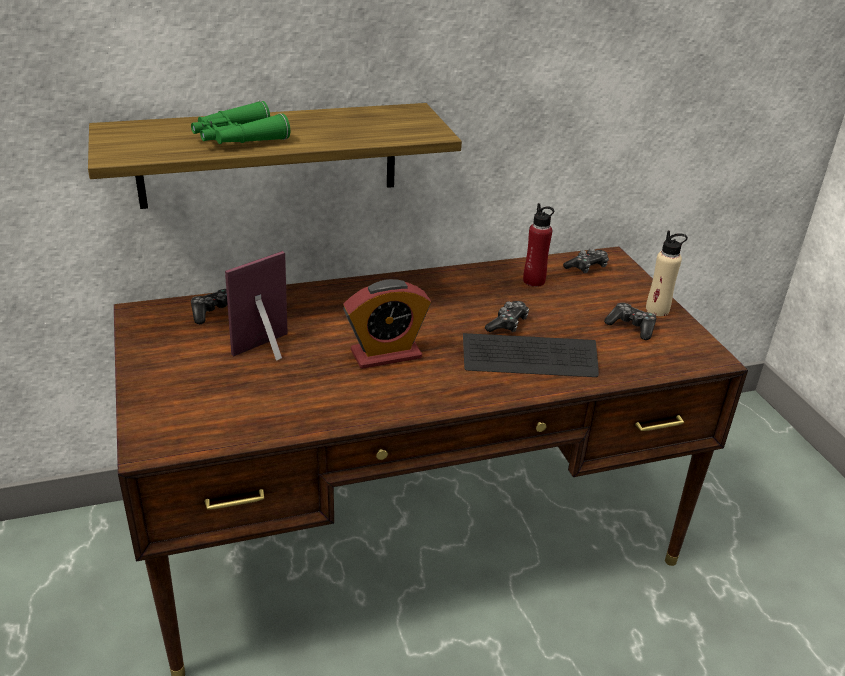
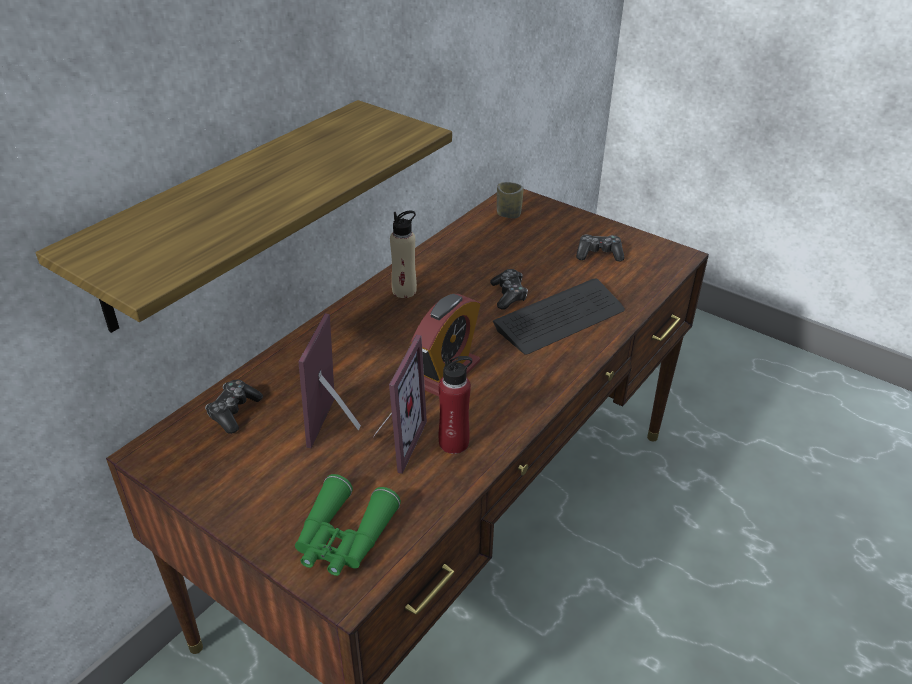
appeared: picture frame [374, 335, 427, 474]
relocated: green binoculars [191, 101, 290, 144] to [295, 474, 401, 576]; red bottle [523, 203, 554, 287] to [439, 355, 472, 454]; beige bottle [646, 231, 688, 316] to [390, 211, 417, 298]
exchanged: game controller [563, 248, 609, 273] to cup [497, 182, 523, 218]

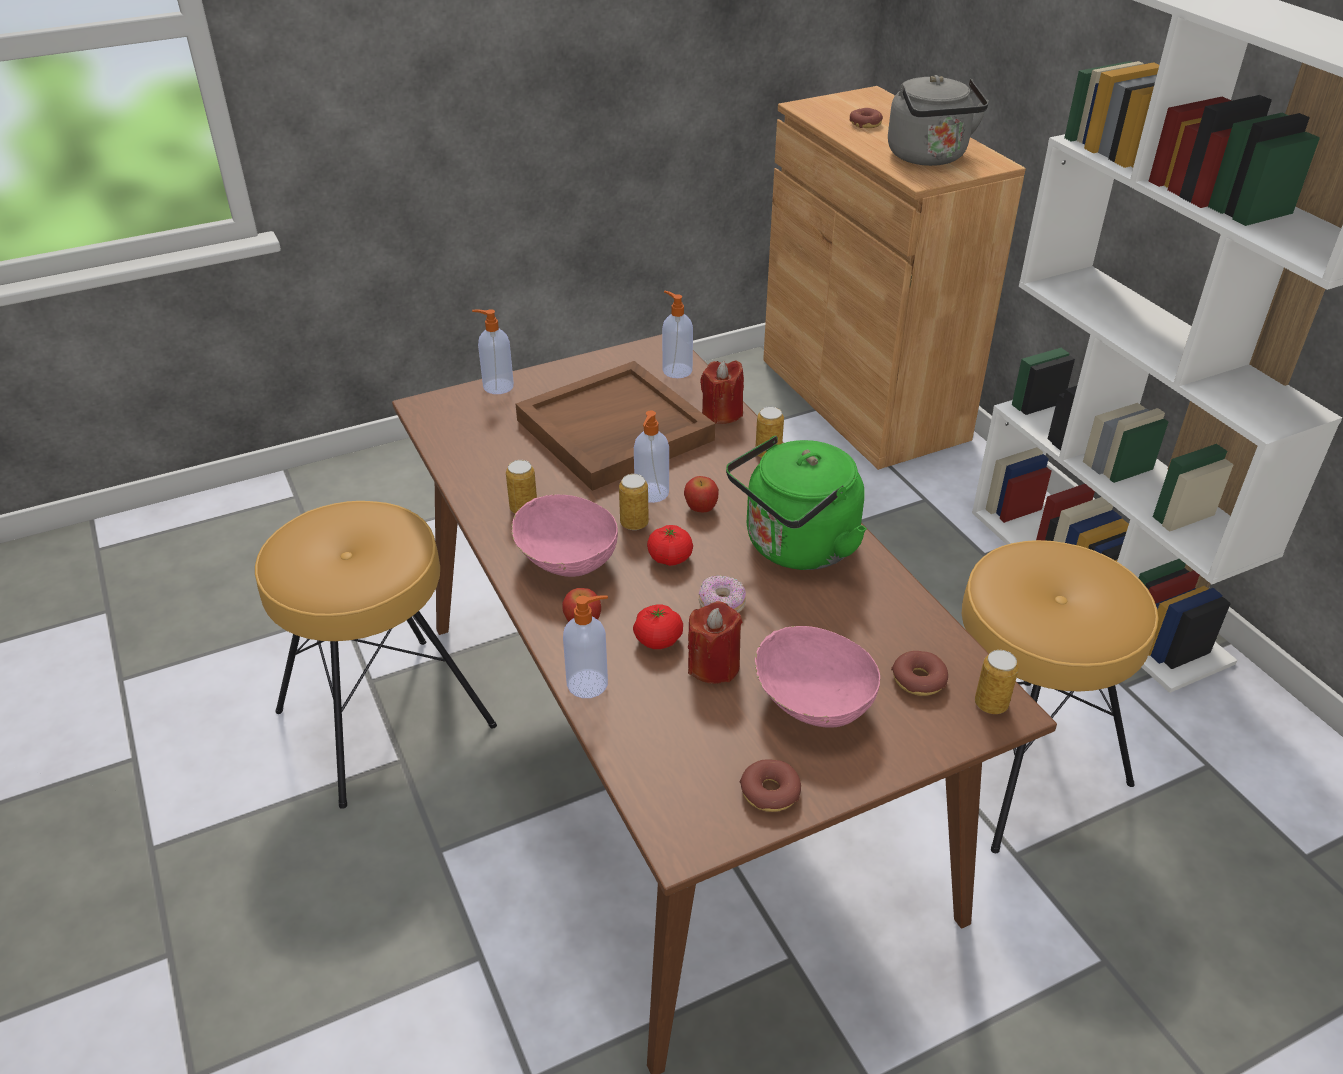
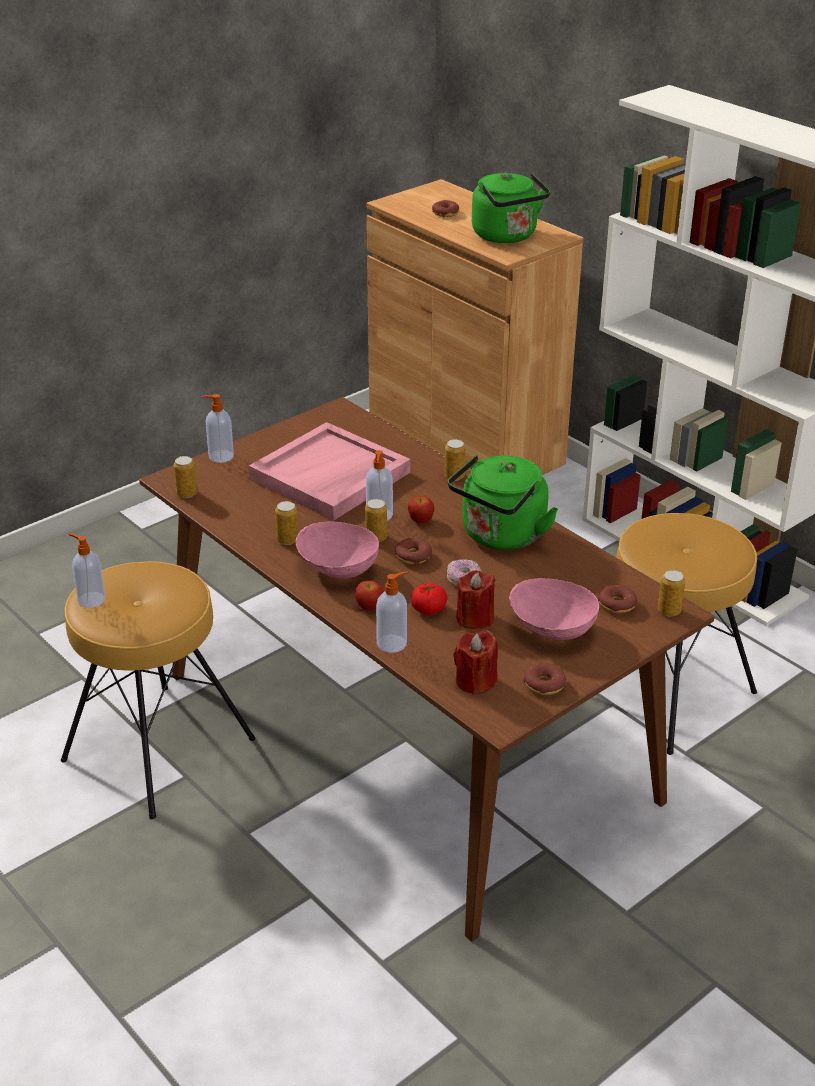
appeared: can [173, 456, 197, 498]
relocated: soap dispenser [662, 291, 693, 378] to [69, 534, 105, 608]; red candle [700, 360, 744, 424] to [453, 630, 498, 695]
exchanged: tomato [647, 525, 693, 566] to donut [395, 538, 432, 564]
colour: grey kettle [888, 75, 989, 166] to green kettle [472, 173, 550, 243]; brown tray [516, 361, 715, 491] to pink tray [249, 422, 410, 520]

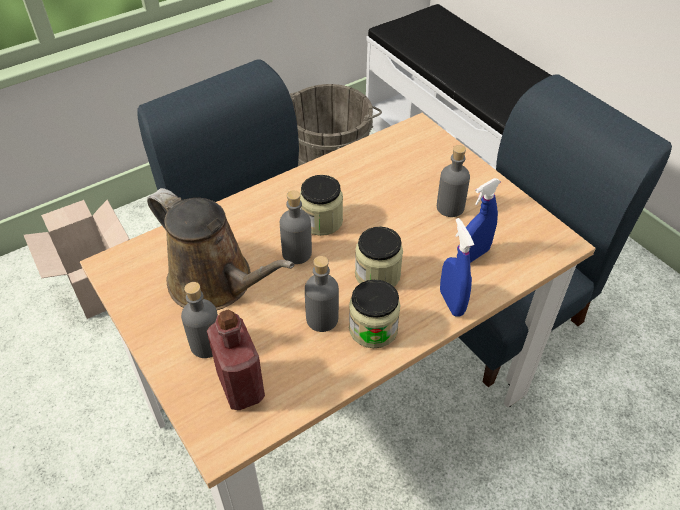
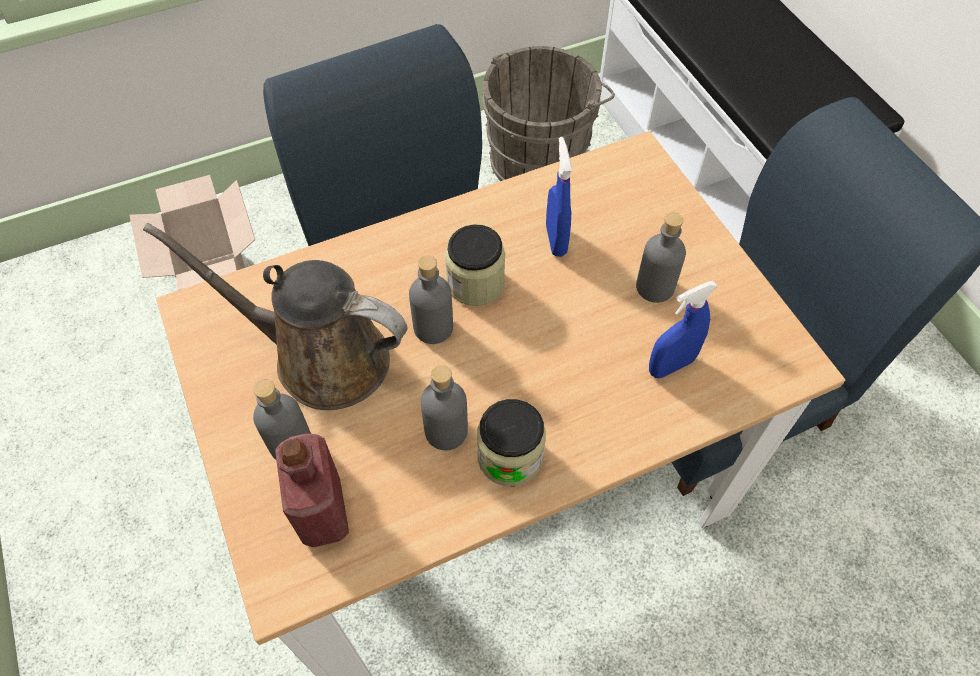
missing: jar [355, 226, 403, 286]
relocated: blue spray bottle [440, 218, 474, 317] to [546, 137, 572, 257]
spun: brown watering can [147, 188, 295, 310] = [143, 223, 408, 410] 150 degrees clockwise

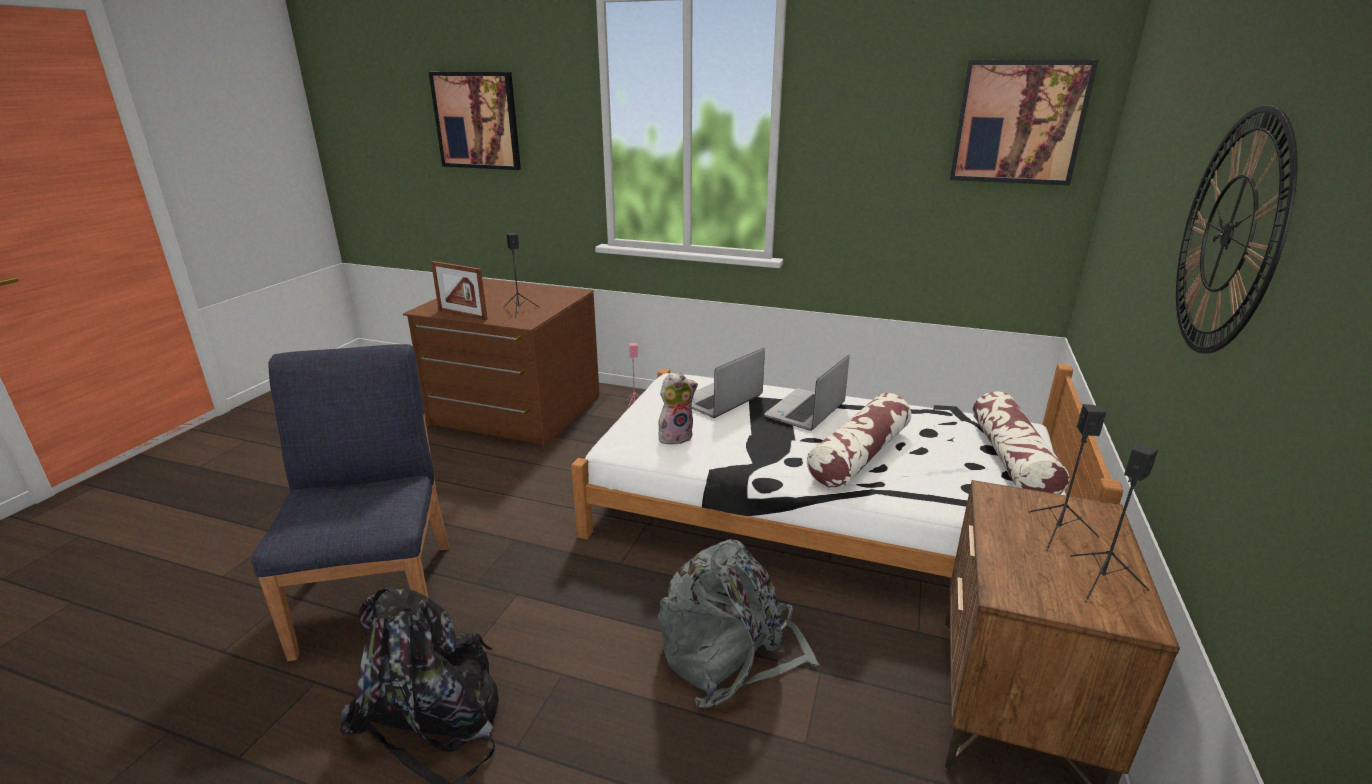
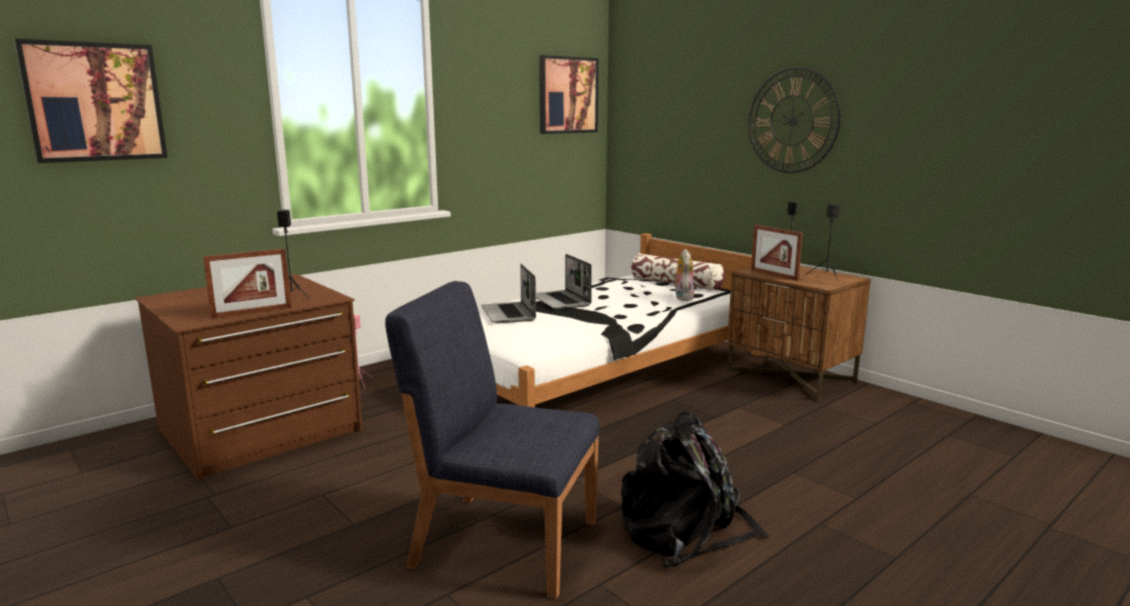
missing: pillow [807, 393, 911, 488]; grey backpack [658, 539, 820, 708]
appeared: picture frame [751, 225, 803, 281]
relocated: plush toy [658, 372, 698, 444] to [673, 249, 694, 301]

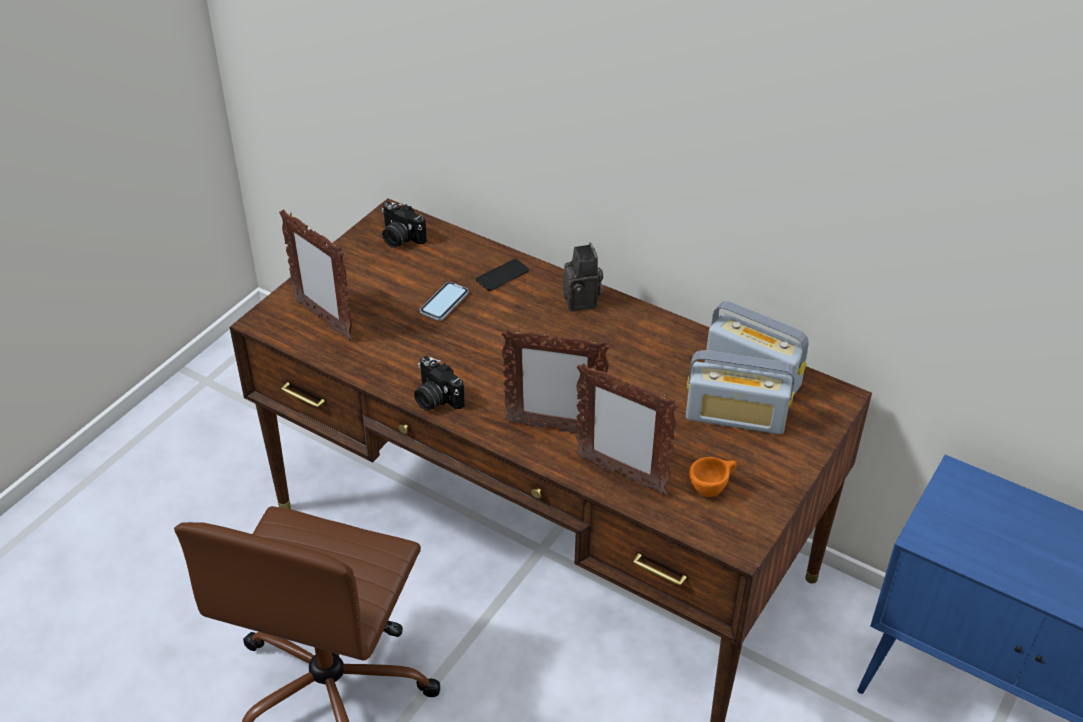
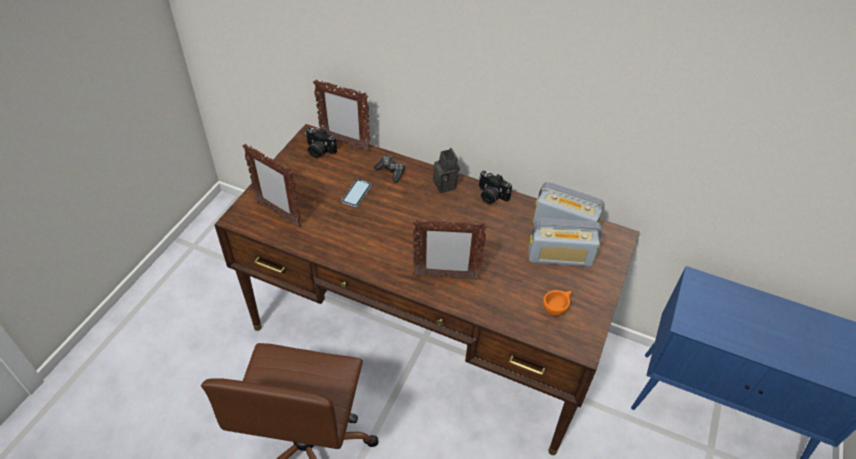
relocated: photo camera [414, 356, 465, 411] to [479, 171, 512, 204]; picture frame [576, 363, 678, 495] to [313, 79, 370, 151]
exchanged: phone [476, 259, 529, 291] to game controller [374, 155, 405, 182]

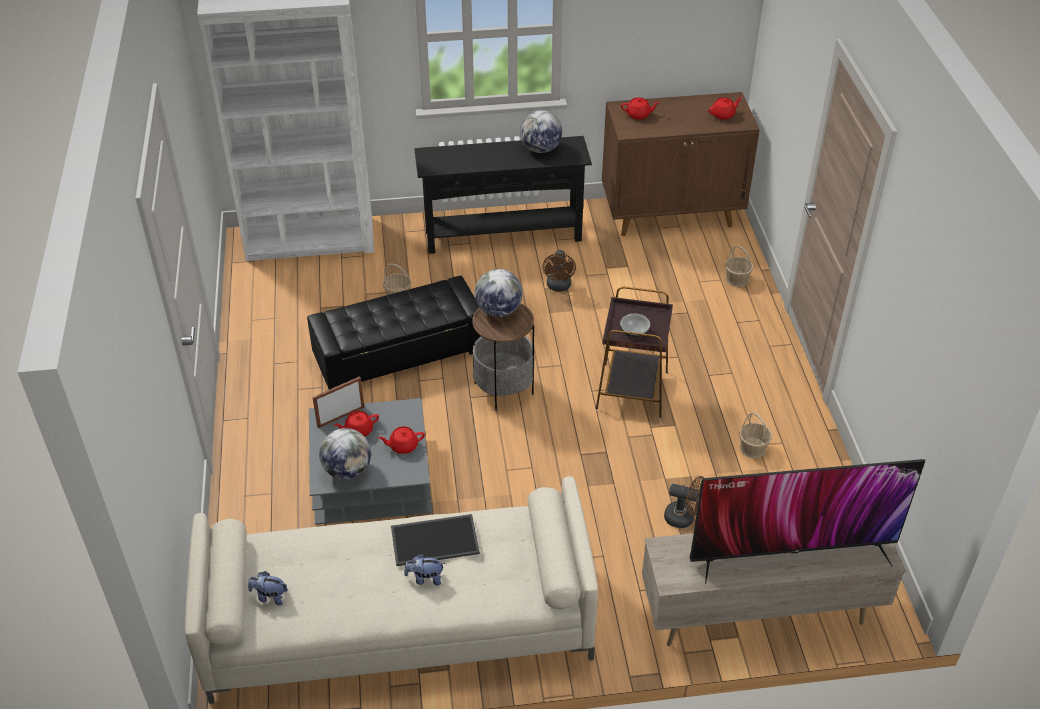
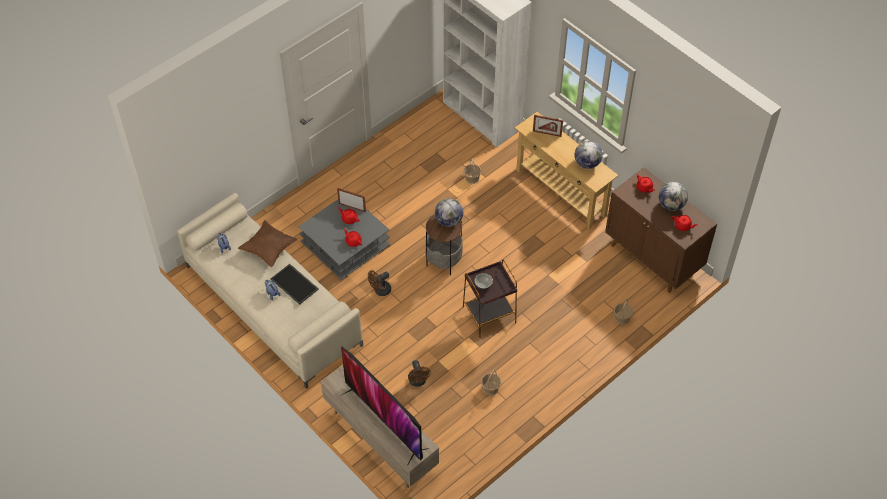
missing: black ottoman [307, 276, 481, 390]
appeared: picture frame [533, 115, 563, 137]; brown pillow [238, 220, 298, 267]
relocated: brown fan [542, 250, 576, 291] to [368, 270, 391, 296]; globe [319, 428, 371, 480] to [659, 182, 688, 211]
colour: black console table [414, 136, 592, 254] to beige console table [515, 112, 618, 229]

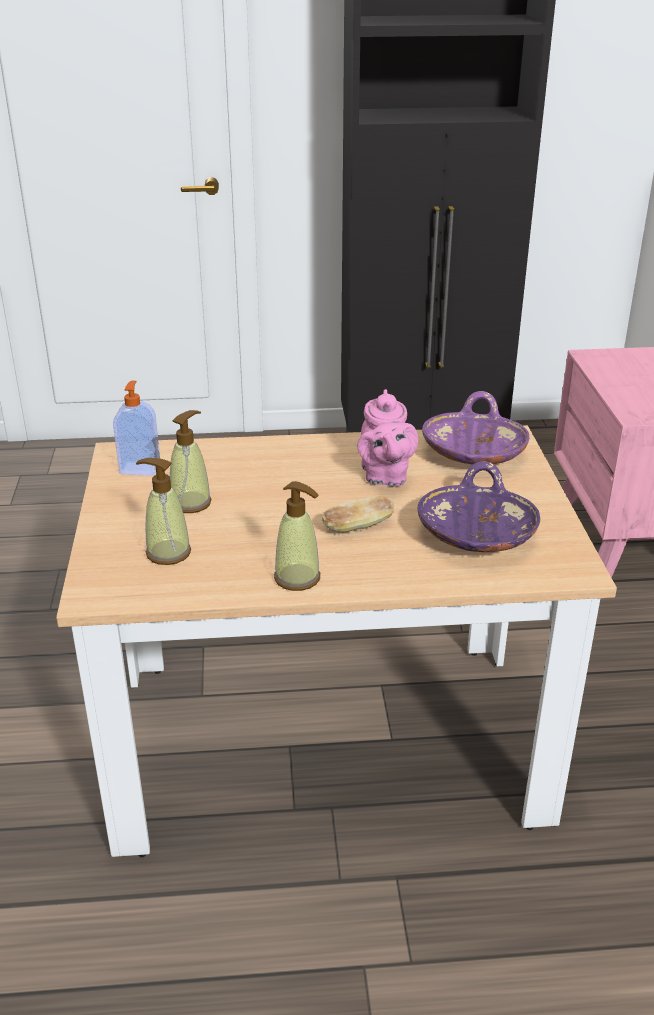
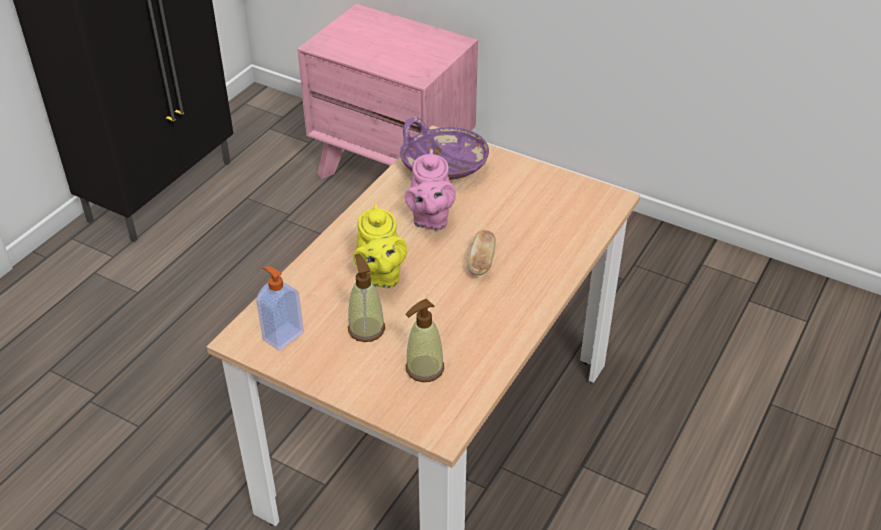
missing: purple bowl [418, 461, 540, 552]; soap dispenser [274, 481, 320, 591]
appeared: yellow teapot [353, 204, 407, 288]
spun: pink teapot [357, 389, 418, 487] = [405, 149, 456, 231] 60 degrees clockwise

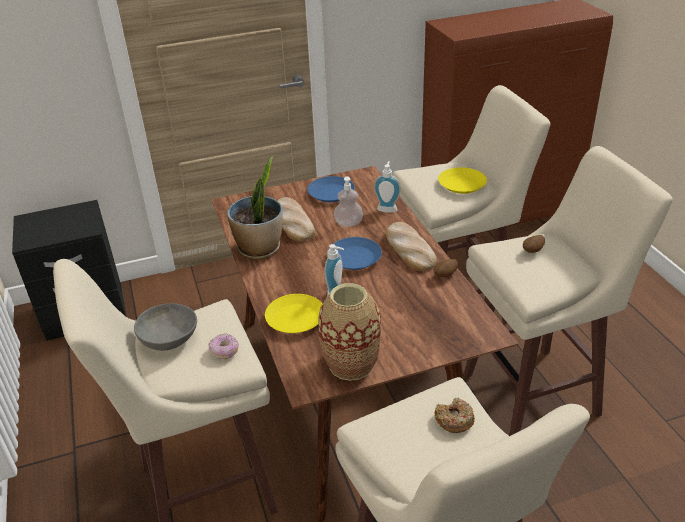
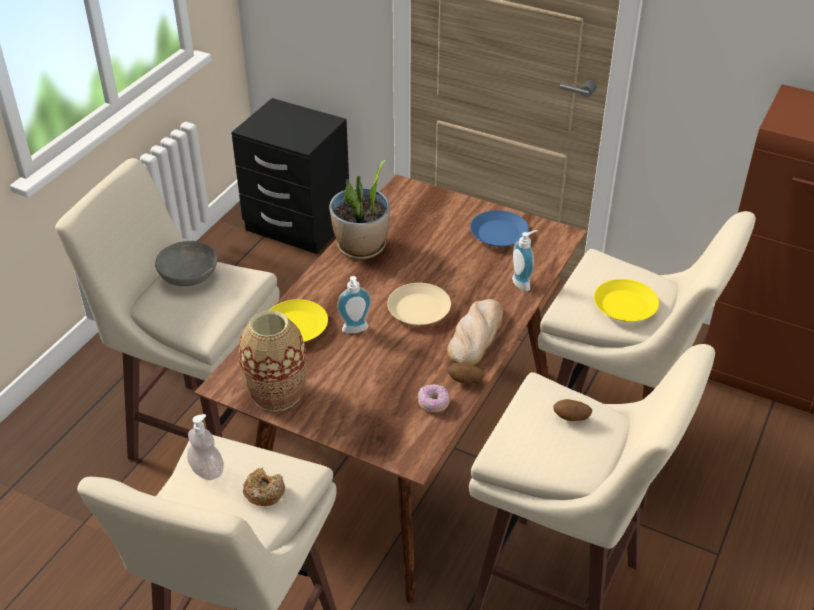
missing: bread [278, 197, 315, 242]
relocated: soap dispenser [334, 176, 363, 226] to [187, 414, 224, 480]; donut [209, 333, 239, 359] to [418, 384, 450, 412]
colour: blue plate [328, 237, 382, 270] to beige plate [387, 283, 451, 325]

